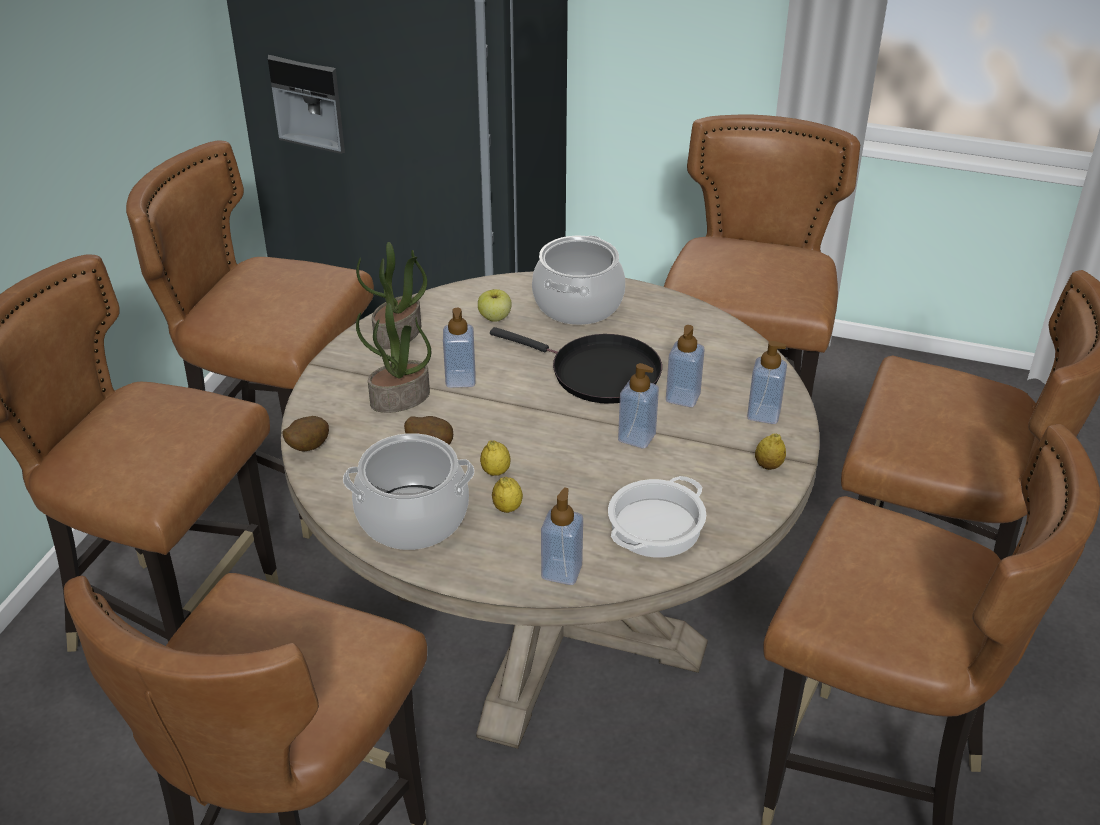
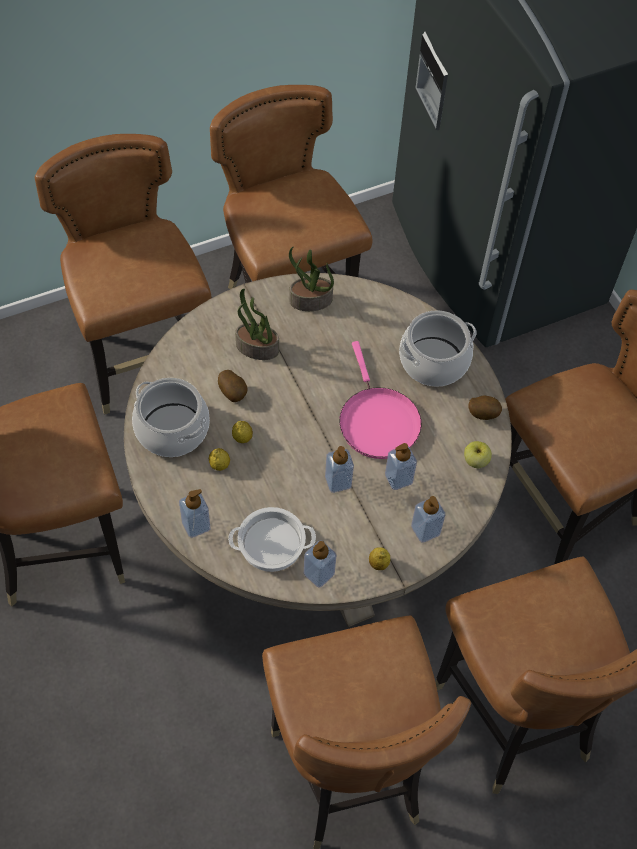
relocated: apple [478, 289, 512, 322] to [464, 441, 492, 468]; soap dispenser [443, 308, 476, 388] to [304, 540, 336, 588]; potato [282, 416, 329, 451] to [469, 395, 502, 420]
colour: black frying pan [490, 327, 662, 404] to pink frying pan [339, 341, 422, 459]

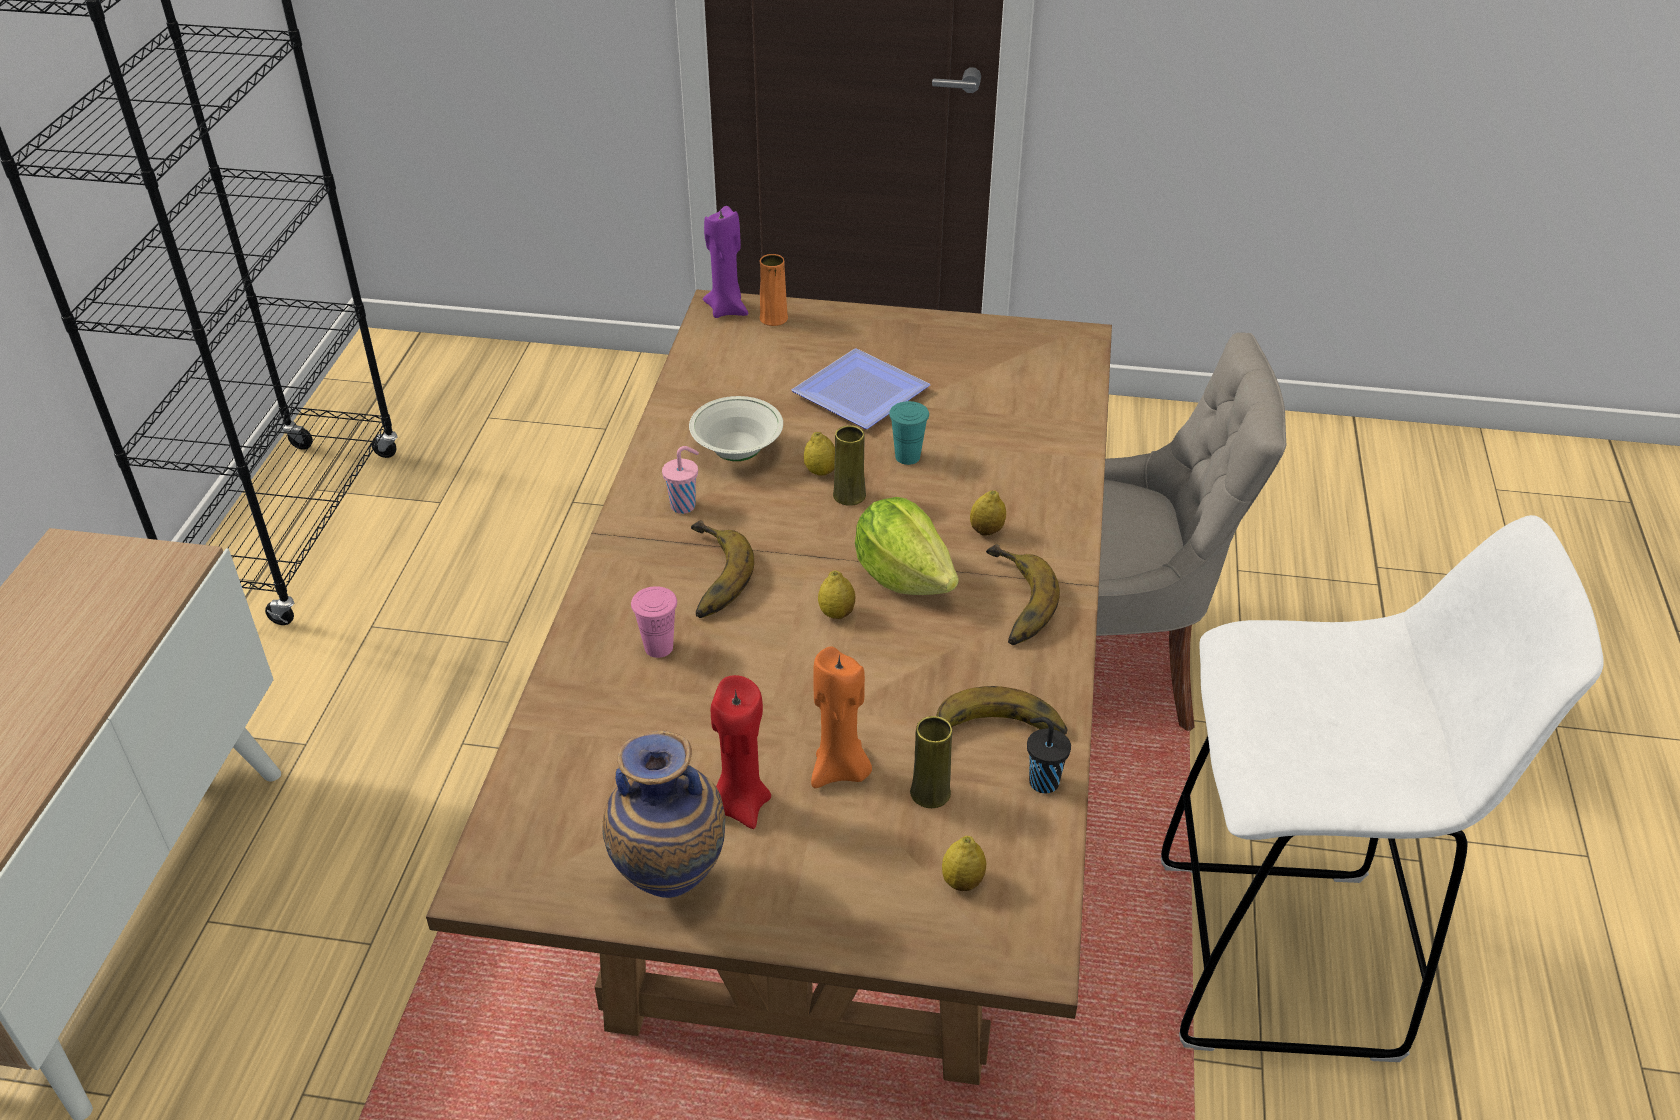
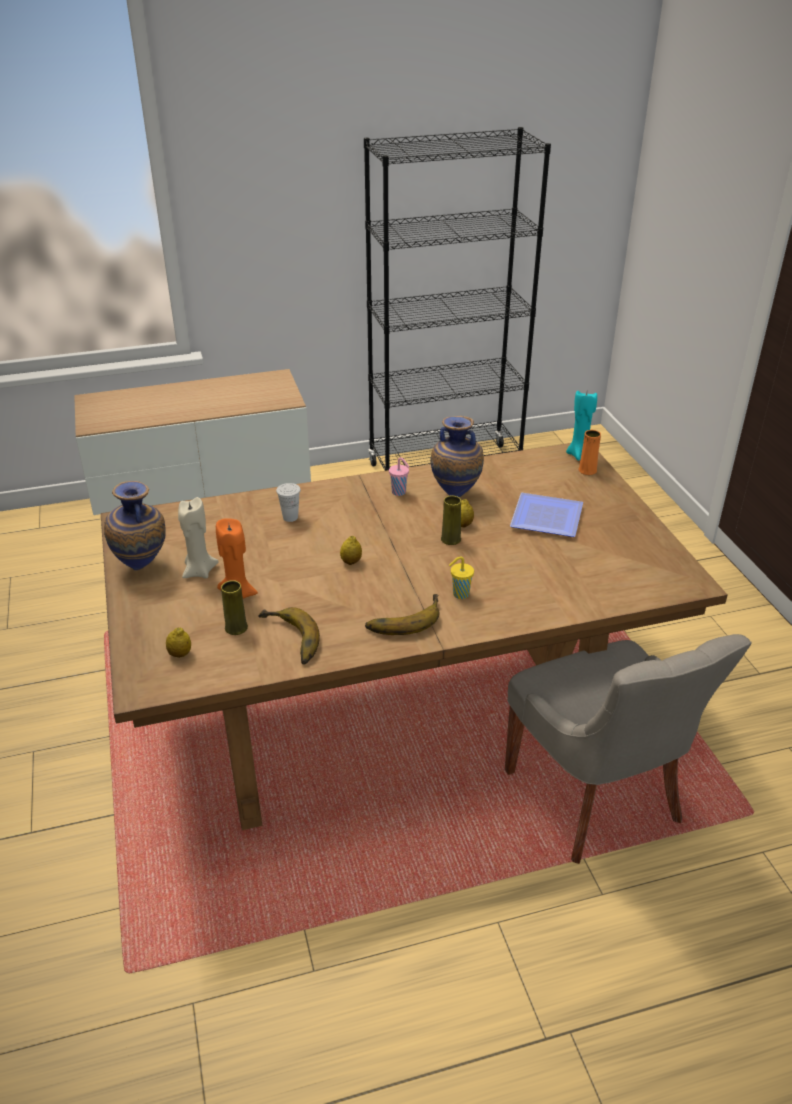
missing: turquoise cup [889, 401, 929, 465]; lettuce [855, 497, 959, 595]; white stool [1161, 515, 1604, 1062]; banana [691, 520, 754, 618]; black cup [1027, 717, 1071, 794]
exchanged: white bowl [689, 396, 783, 461] to vase [430, 416, 484, 497]; lemon [970, 491, 1006, 536] to yellow cup [449, 556, 474, 599]
colour: purple candle [703, 206, 748, 318] to turquoise candle [566, 391, 597, 461]; pink cup [631, 586, 677, 658] to white cup [276, 483, 301, 522]; red candle [711, 675, 771, 829] to beige candle [178, 497, 219, 578]

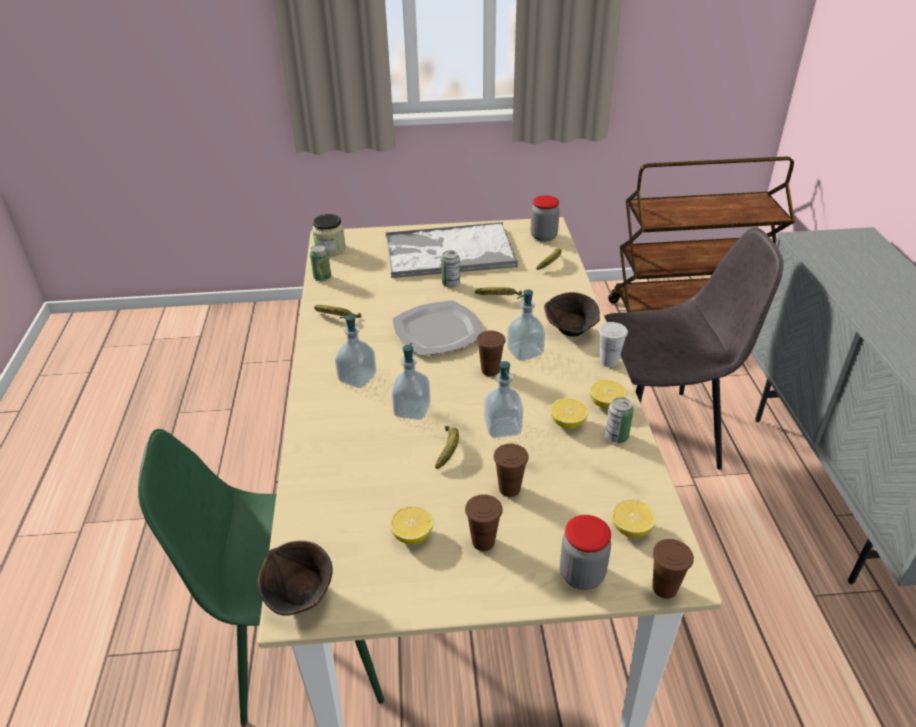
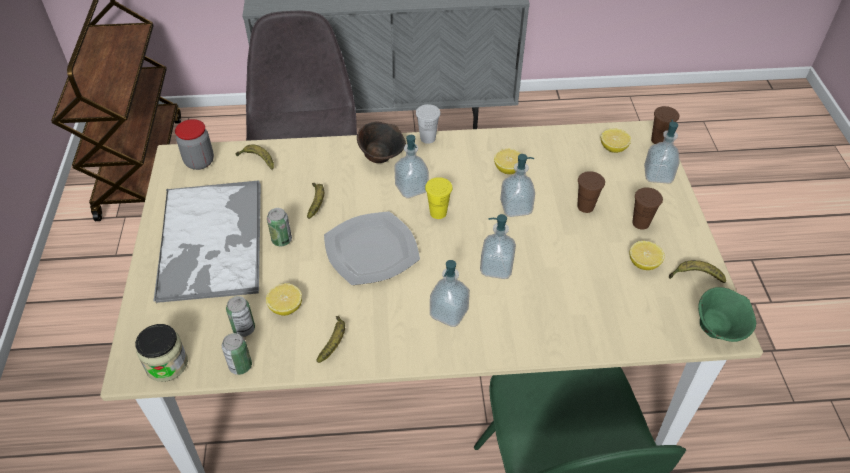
relocated: lemon [590, 380, 627, 409] to [266, 283, 302, 316]; can [605, 397, 634, 443] to [226, 296, 255, 337]; banana [435, 426, 459, 469] to [669, 260, 726, 283]
exchanged: jar [560, 515, 611, 590] to soap dispenser [644, 120, 680, 183]
colour: brown cup [476, 331, 506, 376] to yellow cup [425, 177, 453, 219]; brown bowl [257, 541, 333, 616] to green bowl [698, 287, 756, 342]

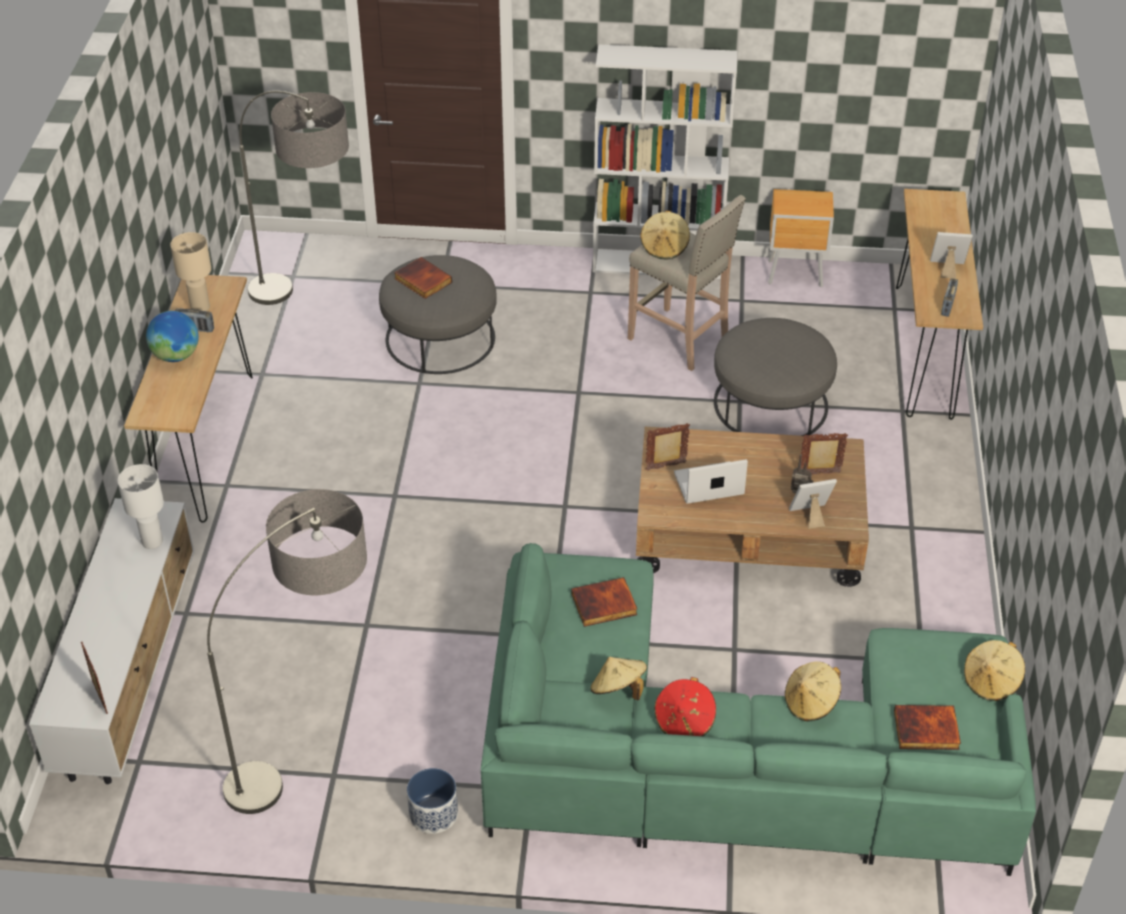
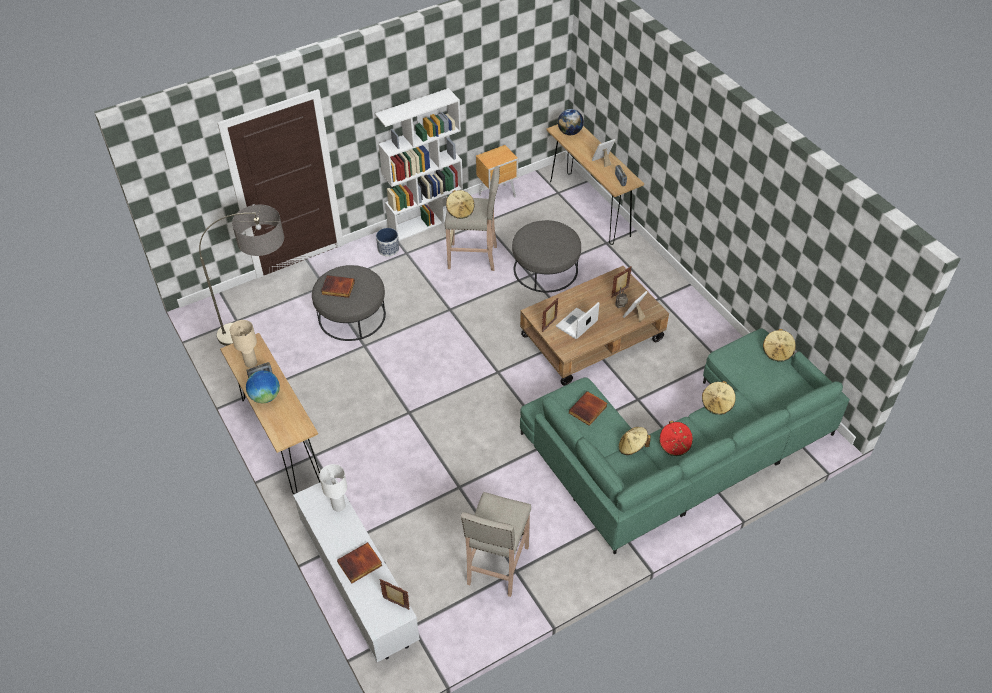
appeared: globe [558, 109, 584, 135]
relocated: book [894, 705, 961, 750] to [337, 542, 383, 584]; planter [407, 768, 458, 834] to [376, 228, 399, 257]
exchanged: floor lamp [207, 489, 367, 814] to beige stool [461, 492, 531, 597]

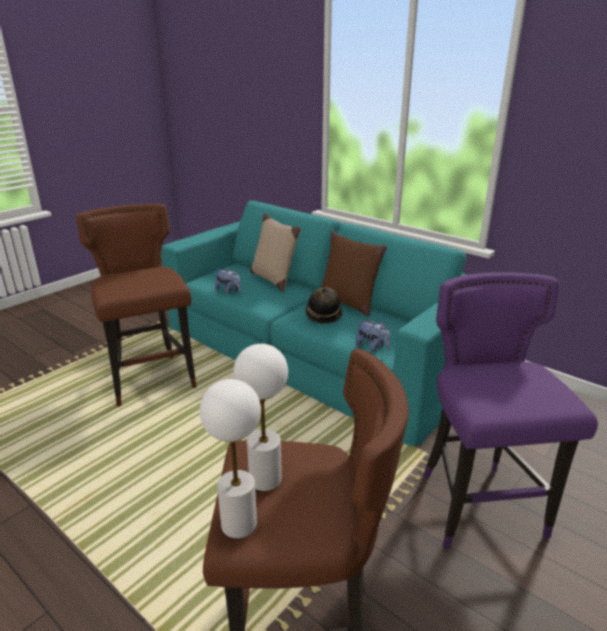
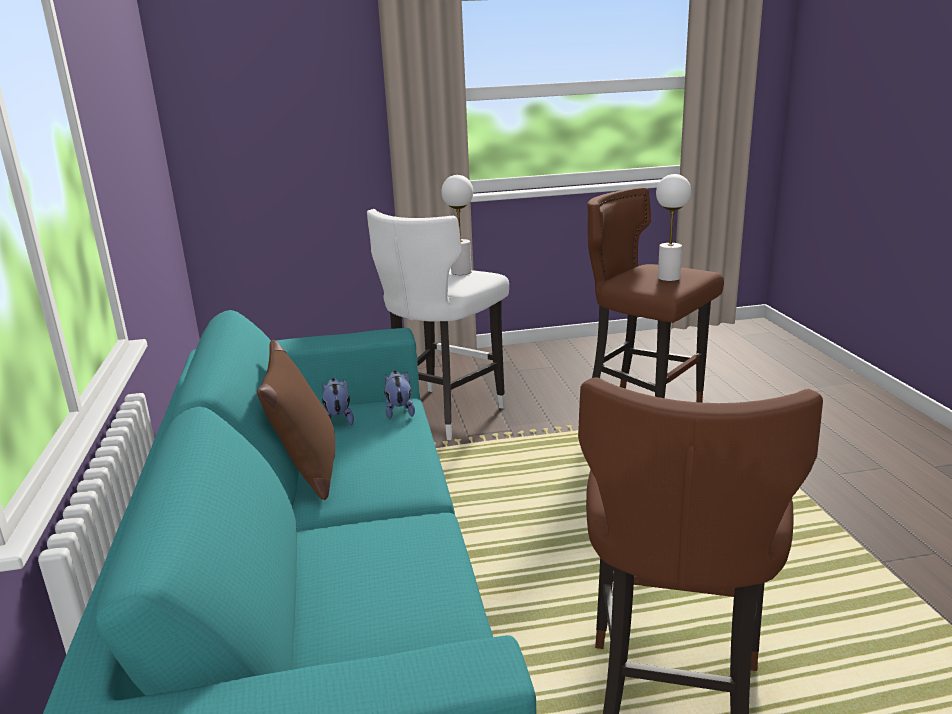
missing: beige pillow [250, 213, 301, 292]; hat [305, 287, 342, 324]
relocated: plush toy [215, 269, 241, 294] to [322, 378, 354, 425]; white table lamp [200, 379, 261, 538] to [441, 175, 473, 275]
colour: purple stool [423, 272, 598, 549] to white stool [367, 209, 509, 440]

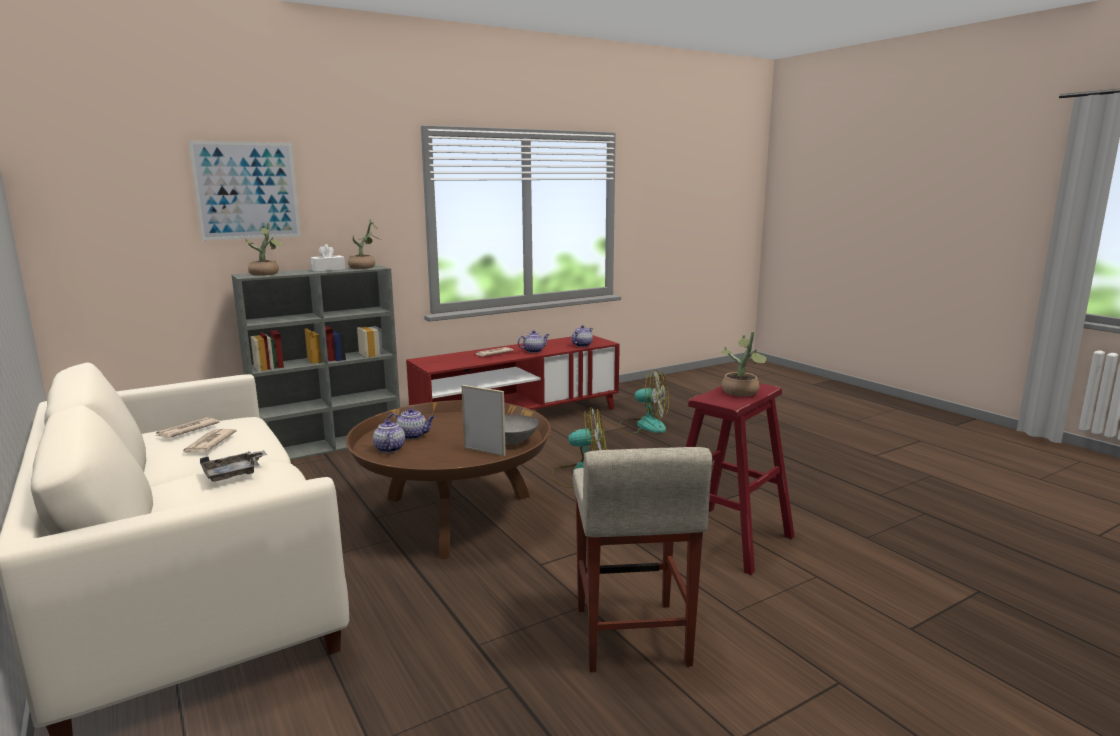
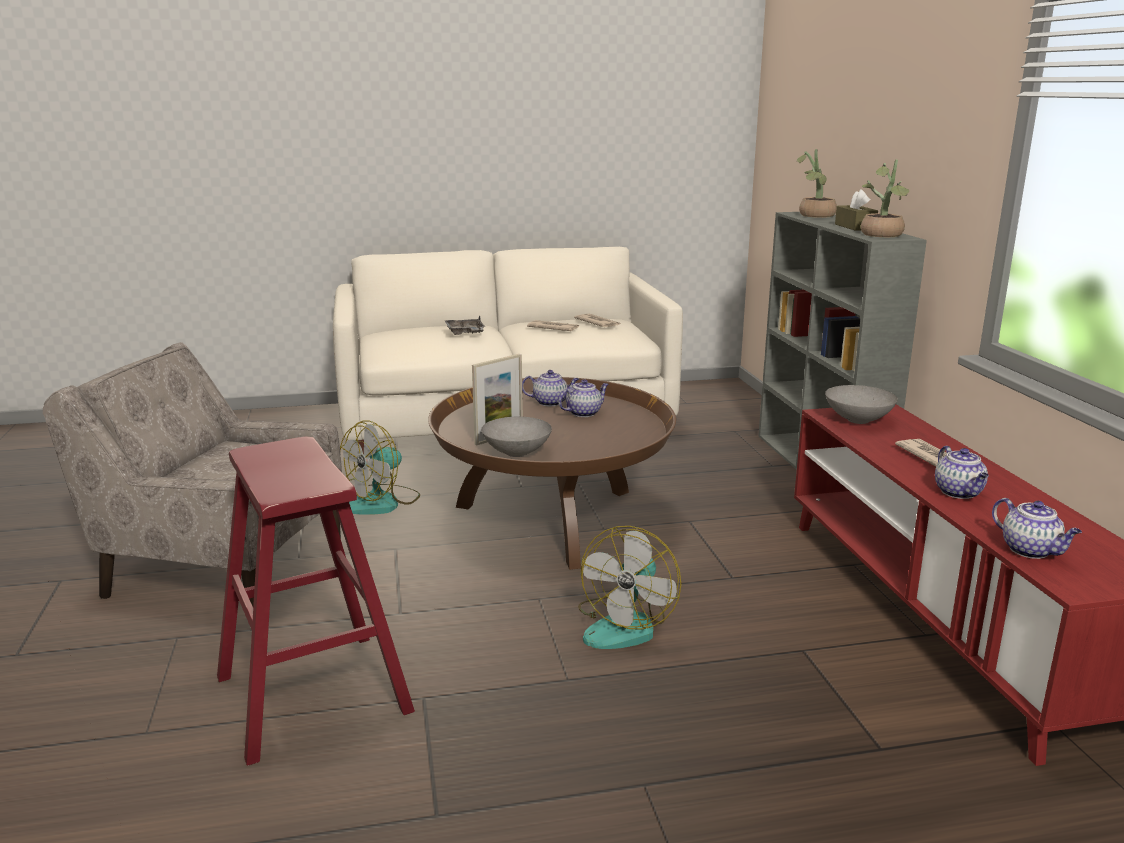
missing: picture [188, 141, 301, 241]; potted plant [722, 331, 767, 396]
appeared: grey bowl [825, 385, 898, 424]
relocated: fan [619, 370, 669, 434] to [340, 420, 420, 515]
exchanged: beige stool [573, 447, 712, 672] to beige armchair [43, 342, 342, 606]
colour: white tissue box [311, 244, 345, 272] to brown tissue box [835, 189, 878, 231]
spun: teapot [388, 408, 435, 439] = [558, 379, 609, 417] 150 degrees counterclockwise

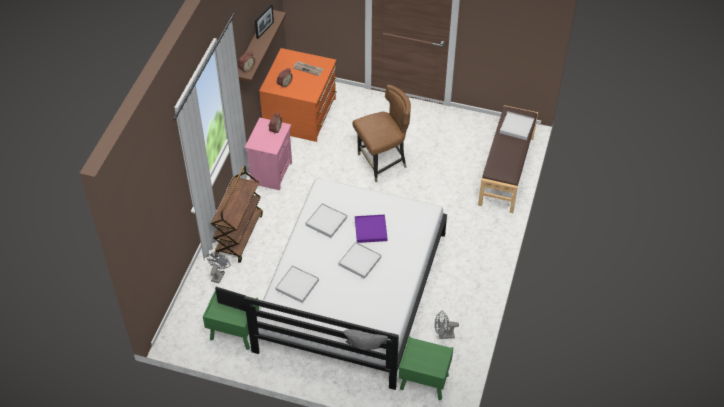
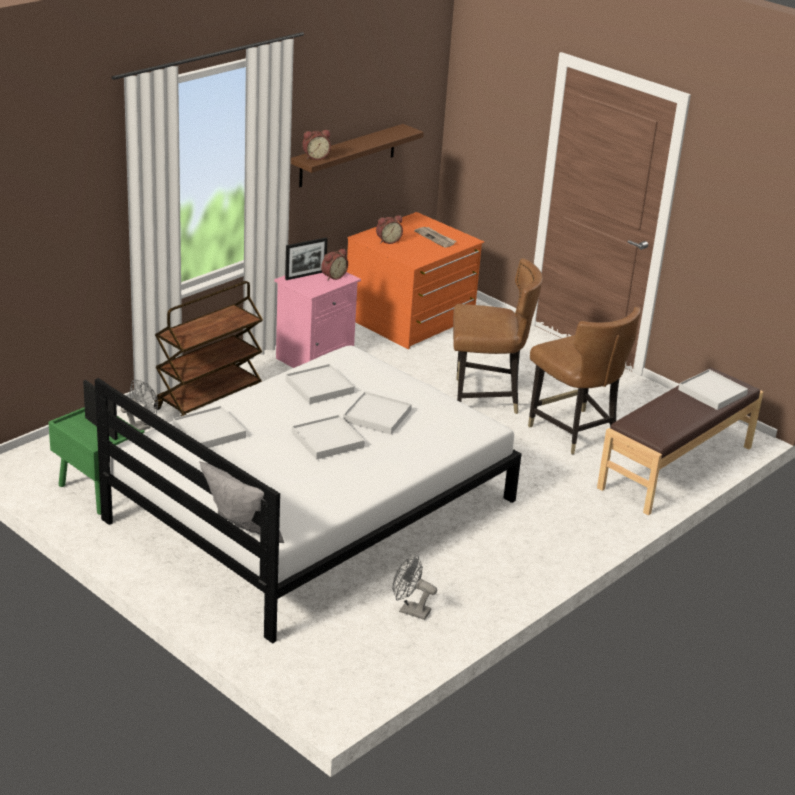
missing: green nightstand [398, 336, 454, 400]
appeared: brown chair [528, 307, 641, 454]
relocated: picture frame [255, 4, 274, 39] to [285, 237, 328, 280]
colour: purple tray [355, 215, 387, 243] to white tray [343, 391, 412, 435]

